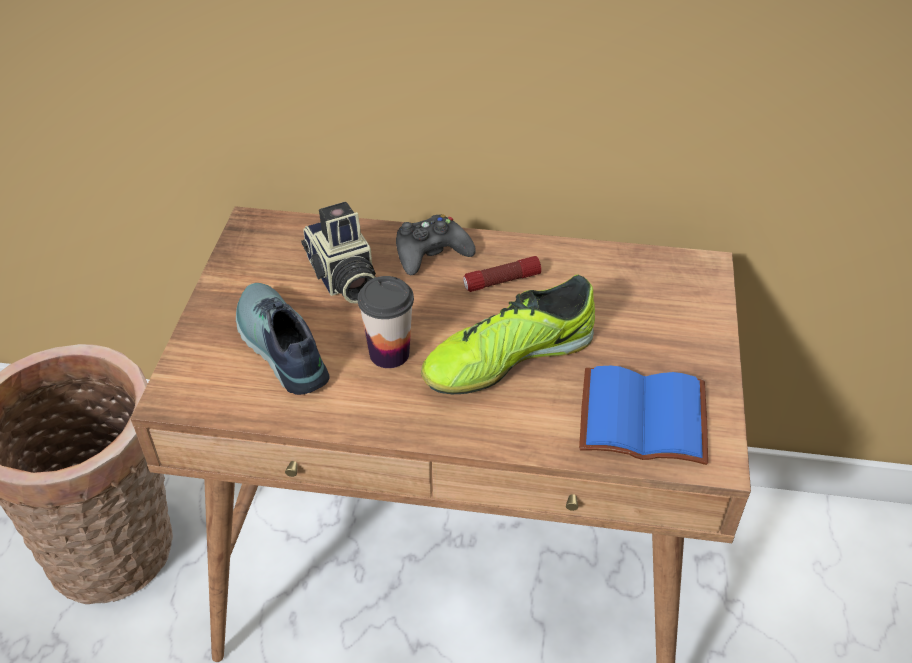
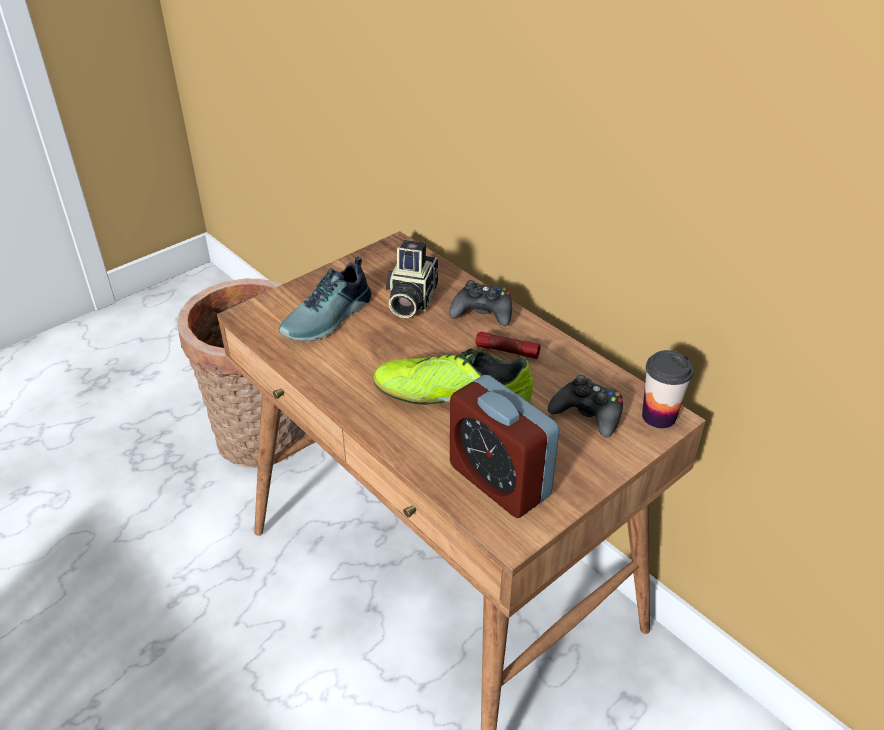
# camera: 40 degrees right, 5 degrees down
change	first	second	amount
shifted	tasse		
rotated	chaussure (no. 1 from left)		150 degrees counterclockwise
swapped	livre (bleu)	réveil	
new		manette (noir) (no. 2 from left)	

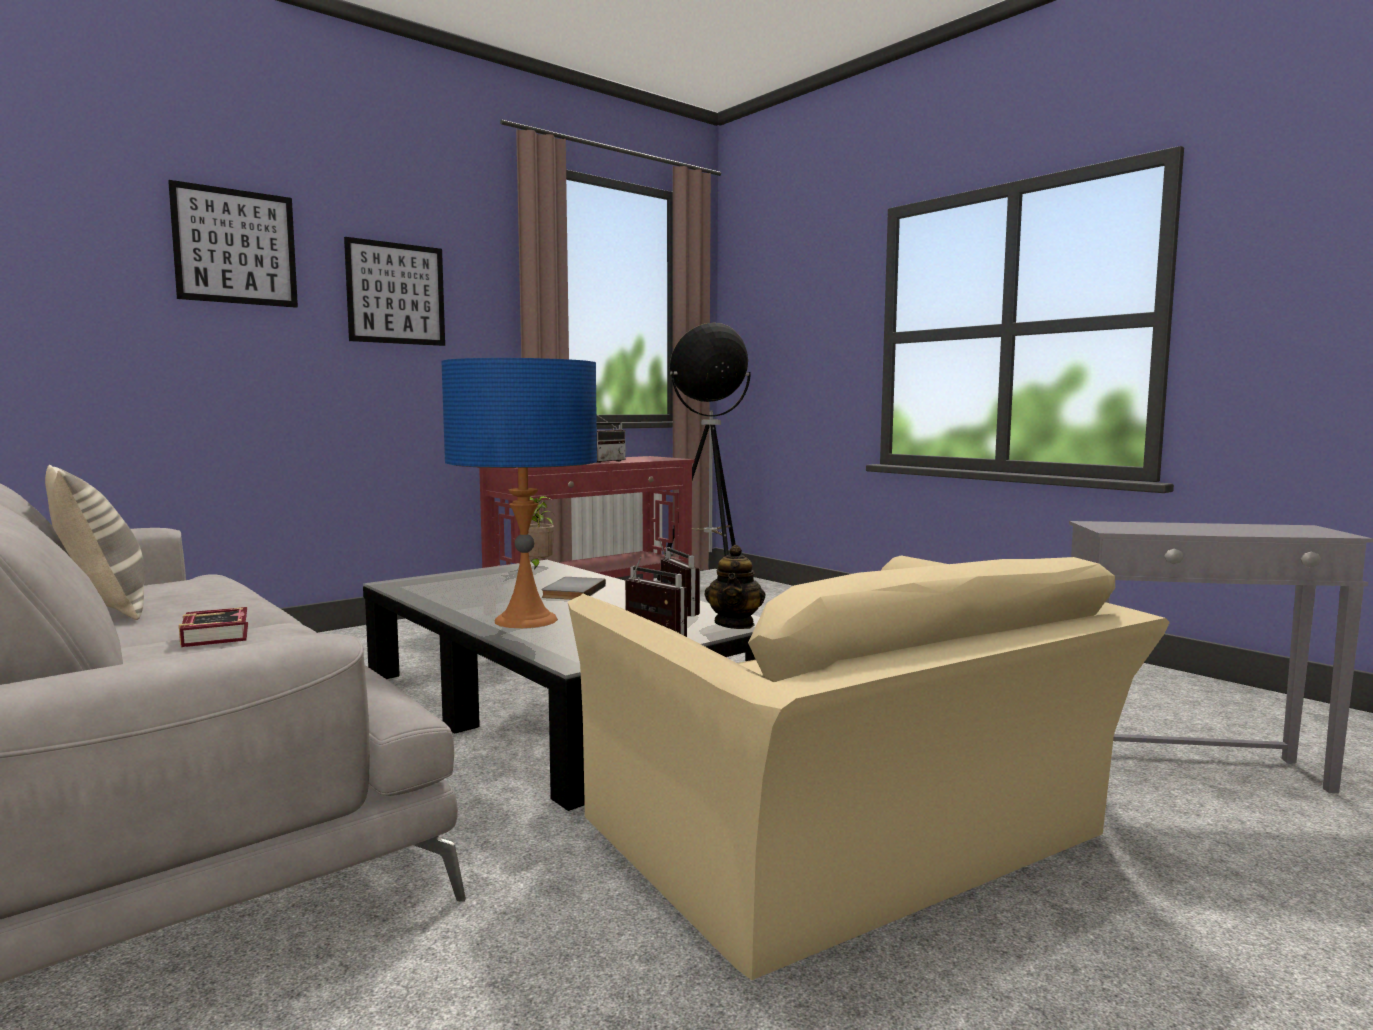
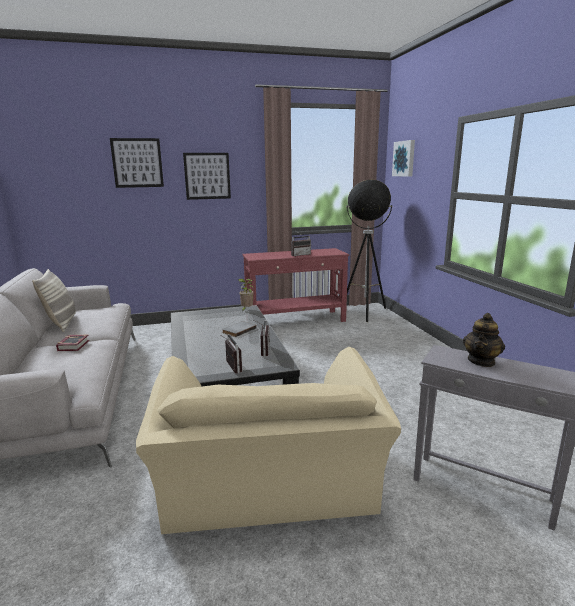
# camera: 25 degrees right, 10 degrees up
change	first	second	amount
gone	lampe de table (bleu)		
shifted	théière		
new		tableau (no. 3 from left)	

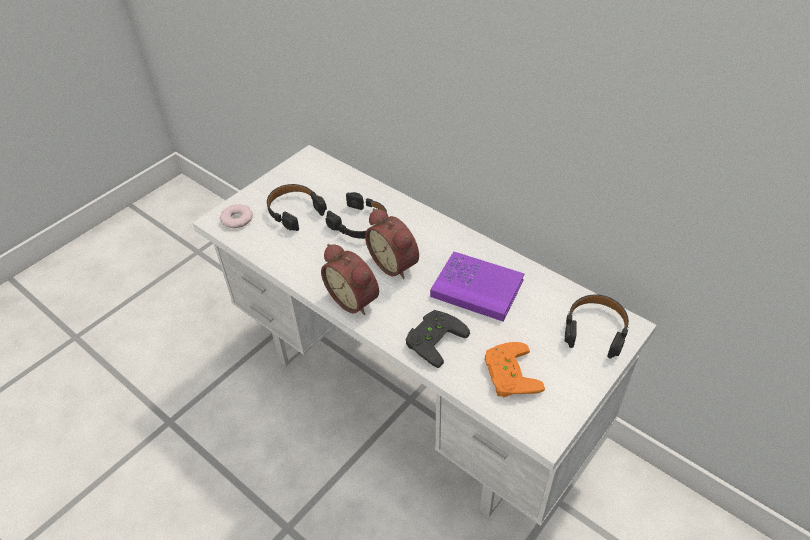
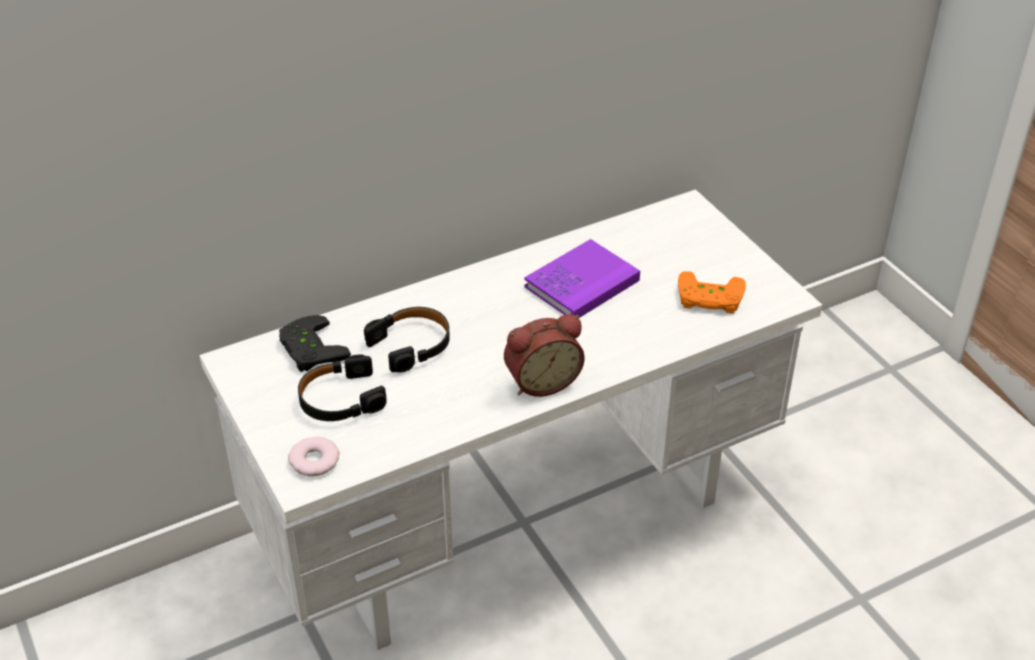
# camera: 70 degrees left, 5 degrees down
change	first	second	amount
gone	réveil (no. 2 from left)		
gone	casque audio (noir) (no. 3 from left)		
shifted	manette (noir)		

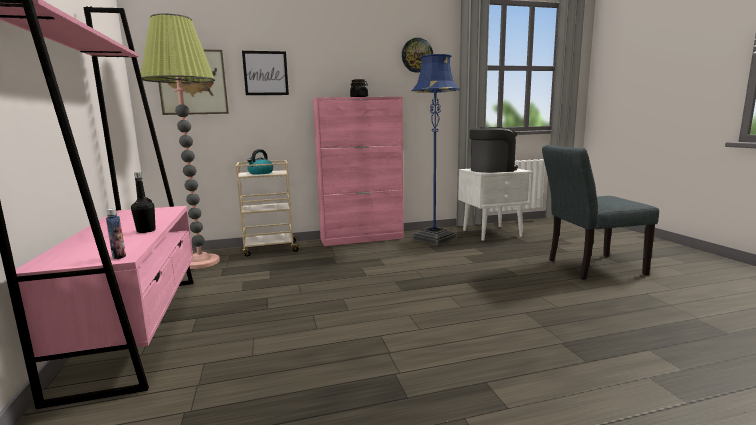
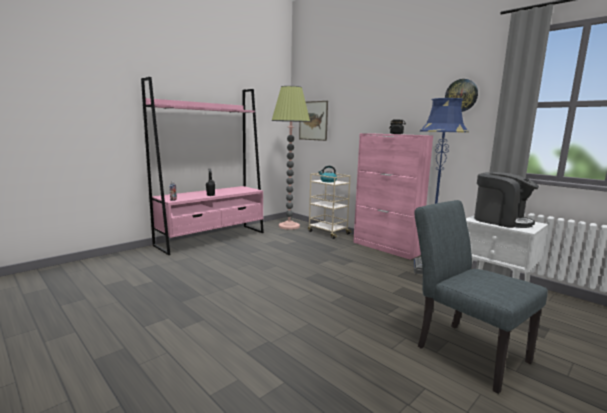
# camera: 60 degrees right, 0 degrees up
change	first	second	amount
gone	tableau (no. 2 from left)		

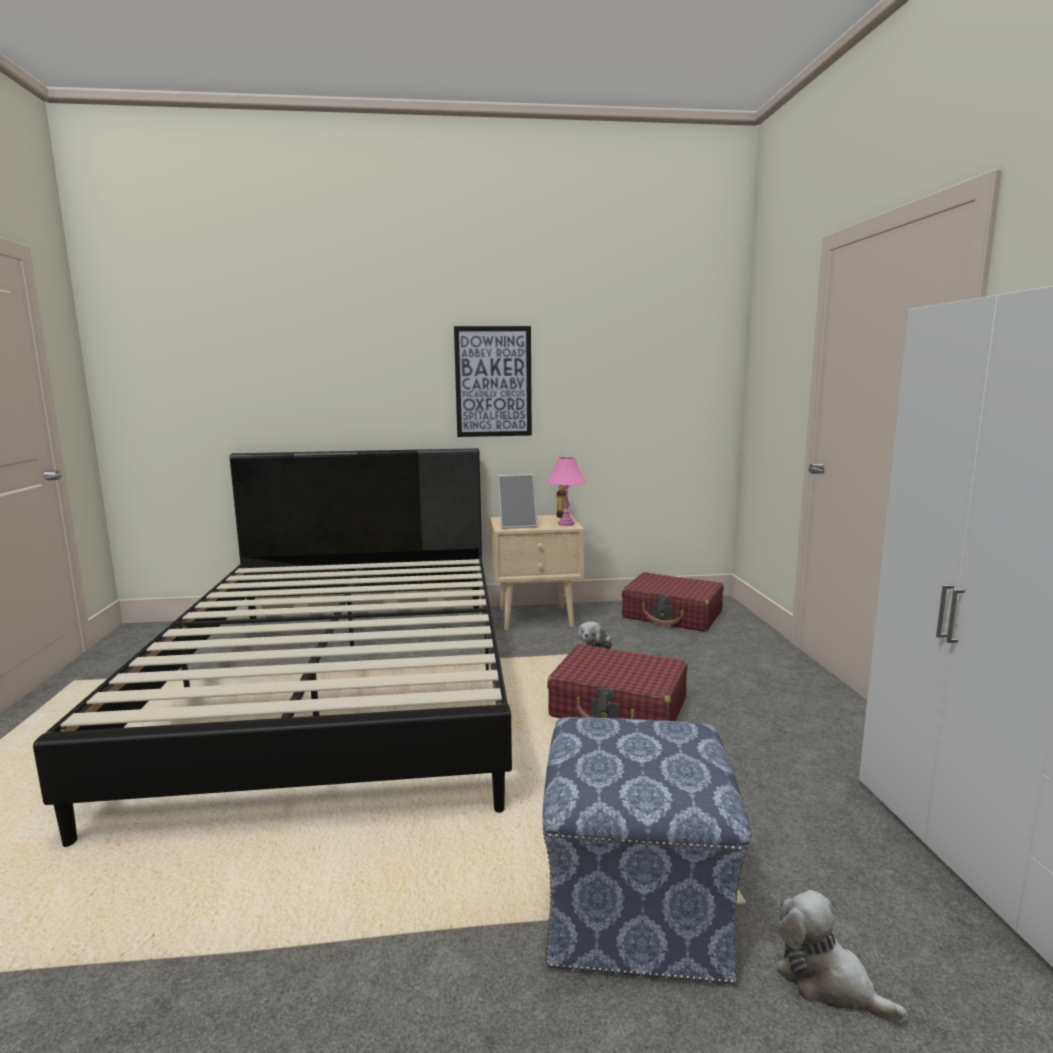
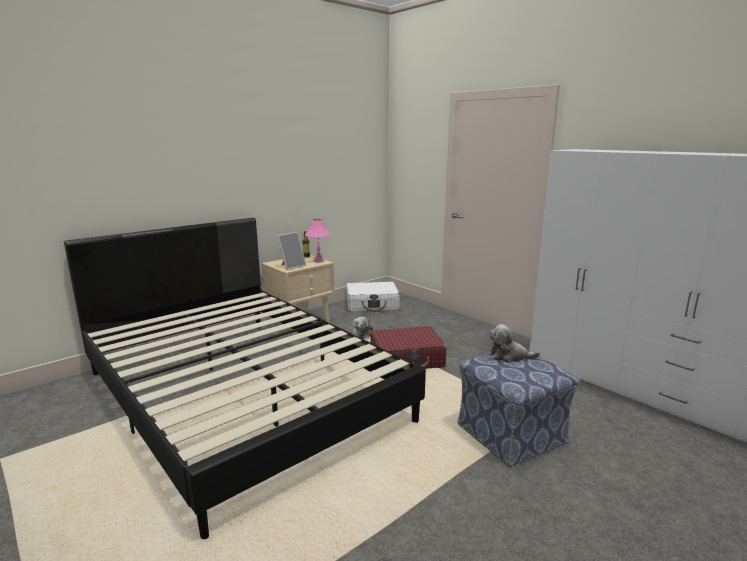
# camera: 35 degrees left, 5 degrees up
change	first	second	amount
gone	tableau		
repainted	valise (rouge) (no. 2 from left)	valise (blanc)	
shifted	peluche (no. 2 from left)		

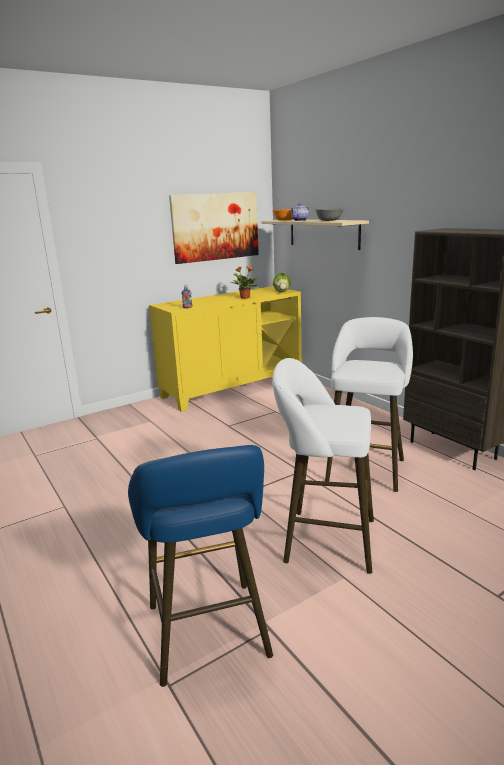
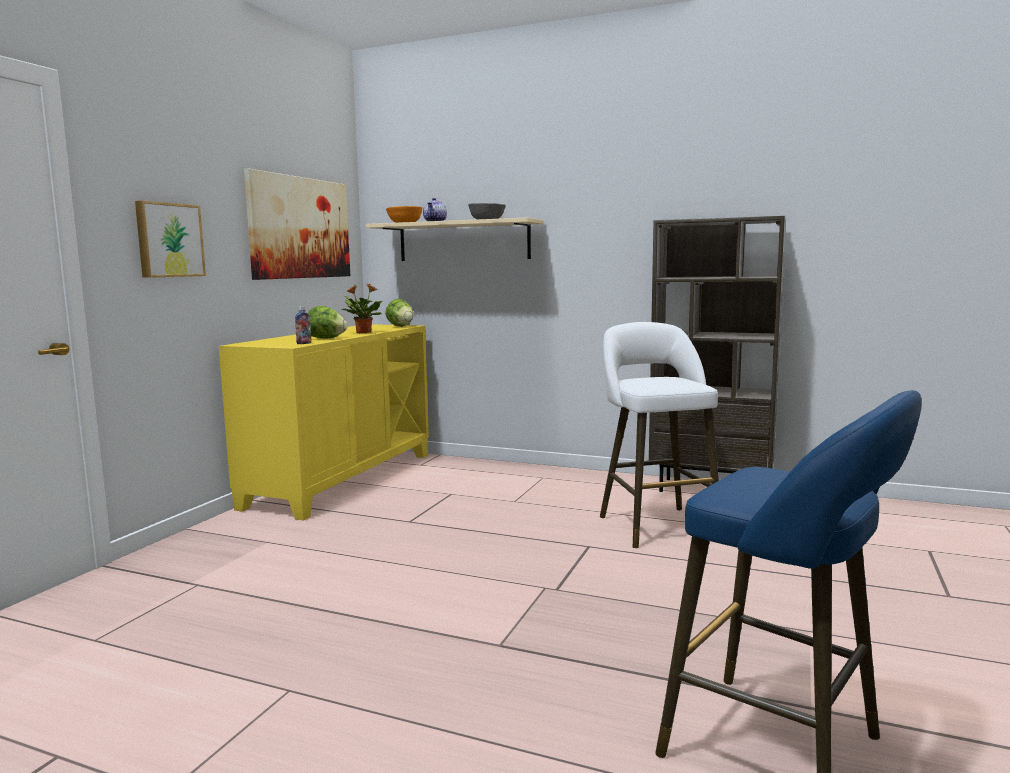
# camera: 35 degrees left, 10 degrees down
change	first	second	amount
gone	tabouret (blanc) (no. 1 from left)		
new		tableau (no. 1 from left)	
new		laitue (no. 1 from left)	

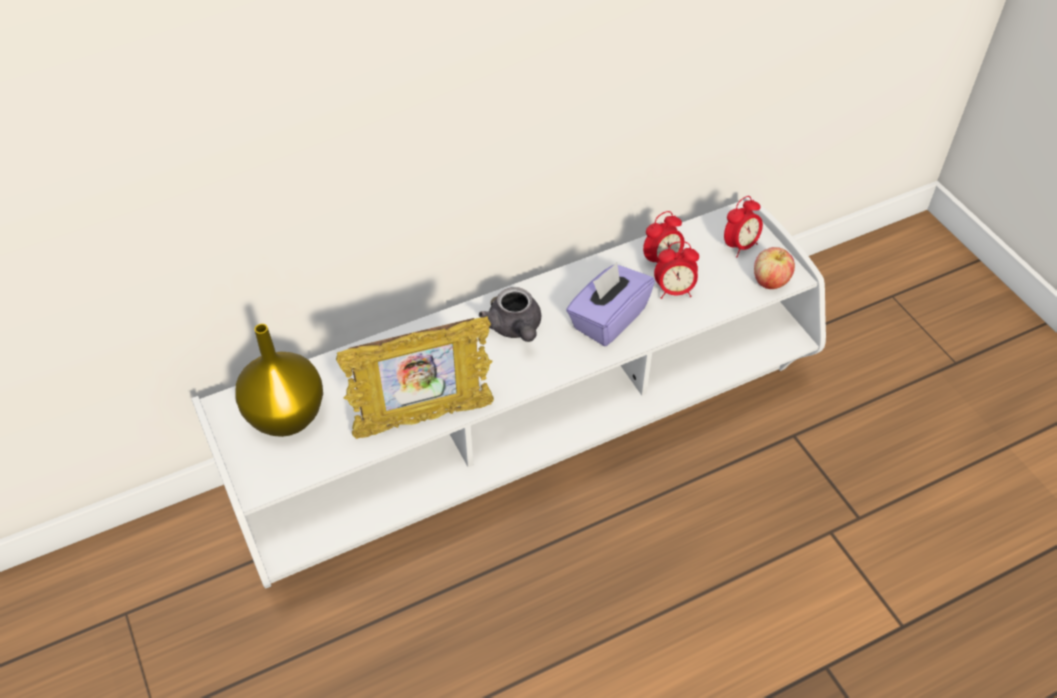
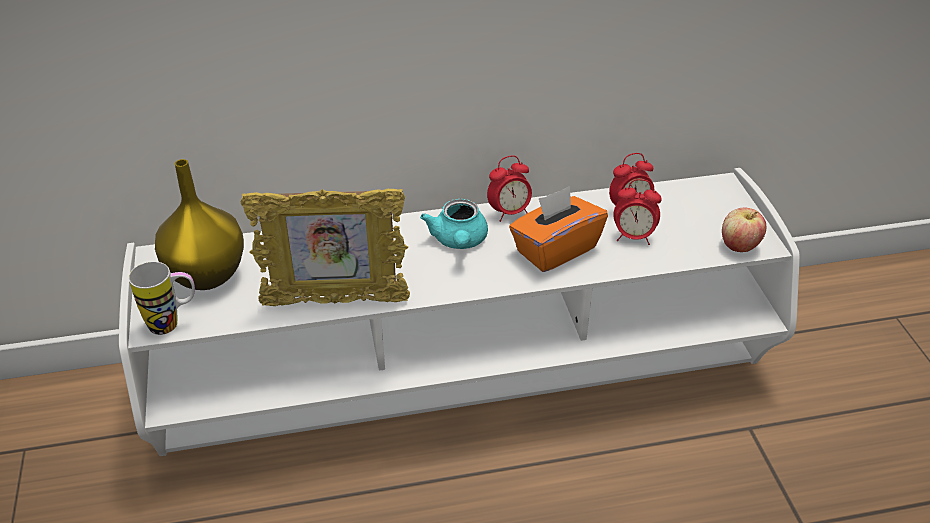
# camera: 15 degrees right, 10 degrees down
change	first	second	amount
shifted	réveil (no. 3 from left in the first image)	réveil (no. 1 from left)	
repainted	boîte à mouchoirs (violet)	boîte à mouchoirs (orange)	
repainted	théière (gris)	théière (turquoise)	
new		mug	

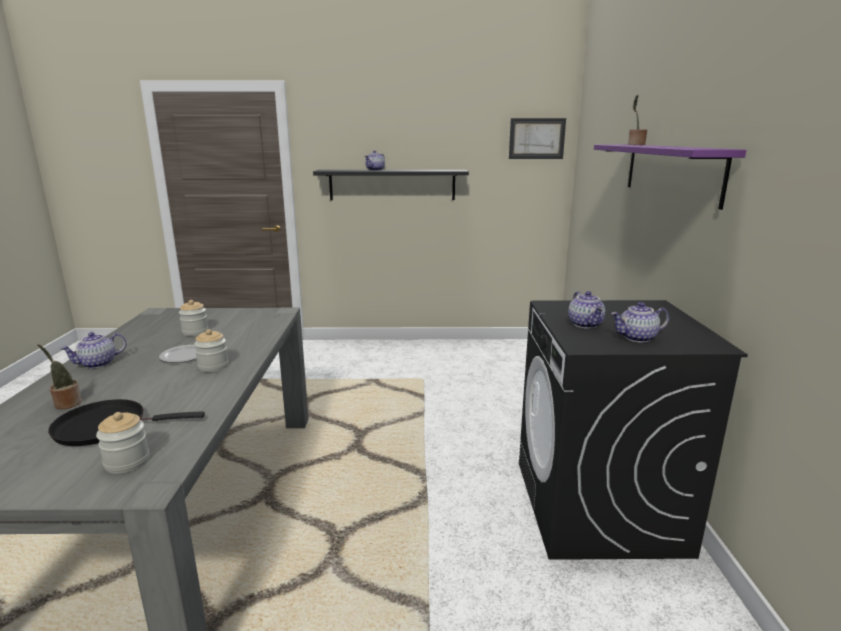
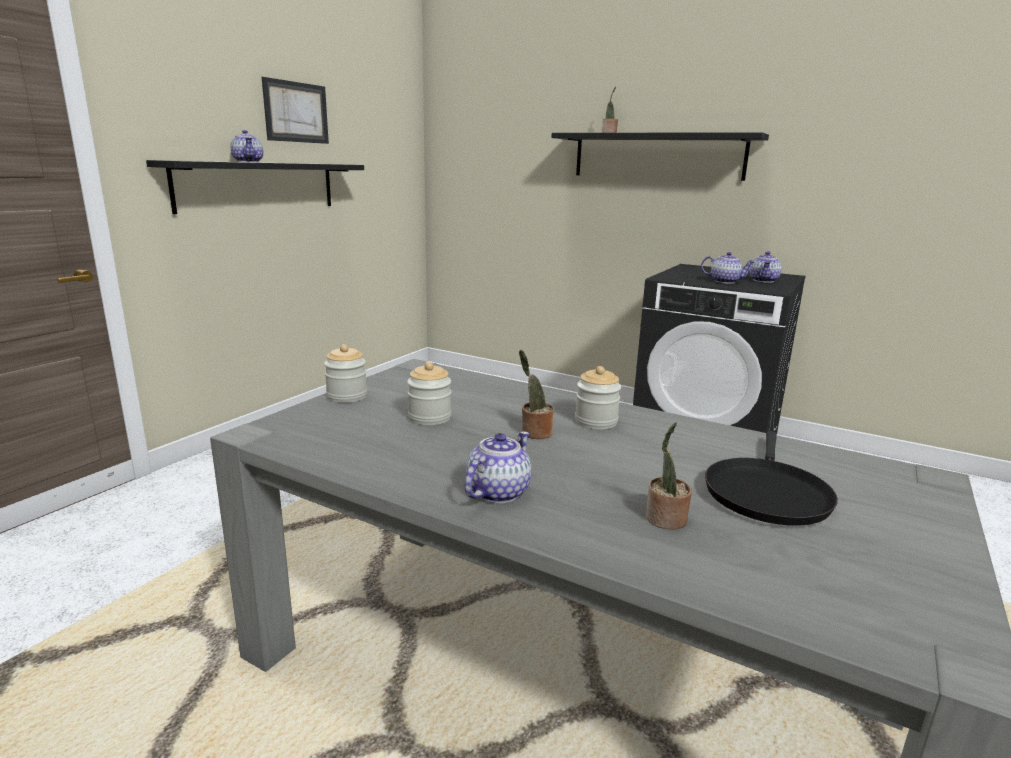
# camera: 60 degrees left, 0 degrees up
change	first	second	amount
shifted	tableau		
repainted	étagère (violet)	étagère (noir) (no. 2 from left)	
rotated	théière (no. 1 from left in the first image)	théière (no. 2 from left)	135 degrees counterclockwise
swapped	assiette	plante en pot (no. 1 from left)	
shifted	bocal (no. 1 from left)		

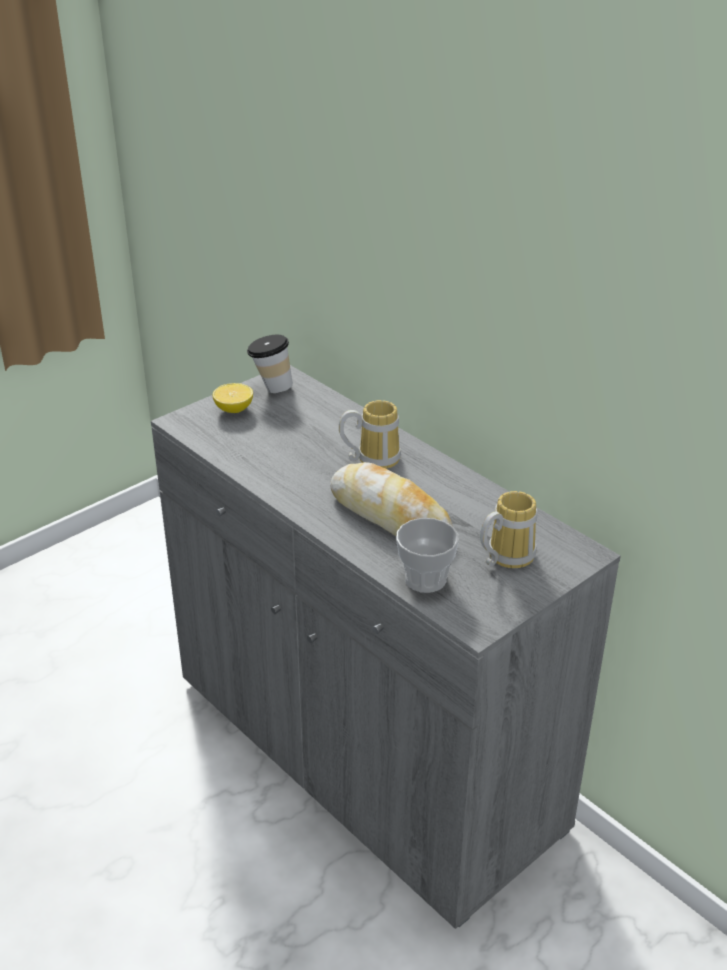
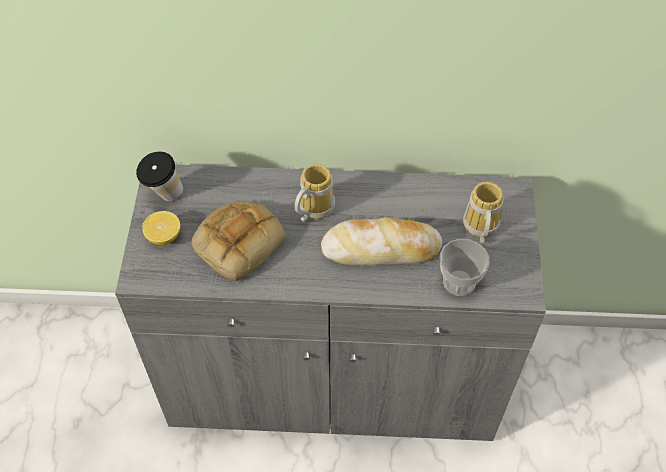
# camera: 45 degrees left, 20 degrees up
change	first	second	amount
new		pain (no. 1 from left)	

